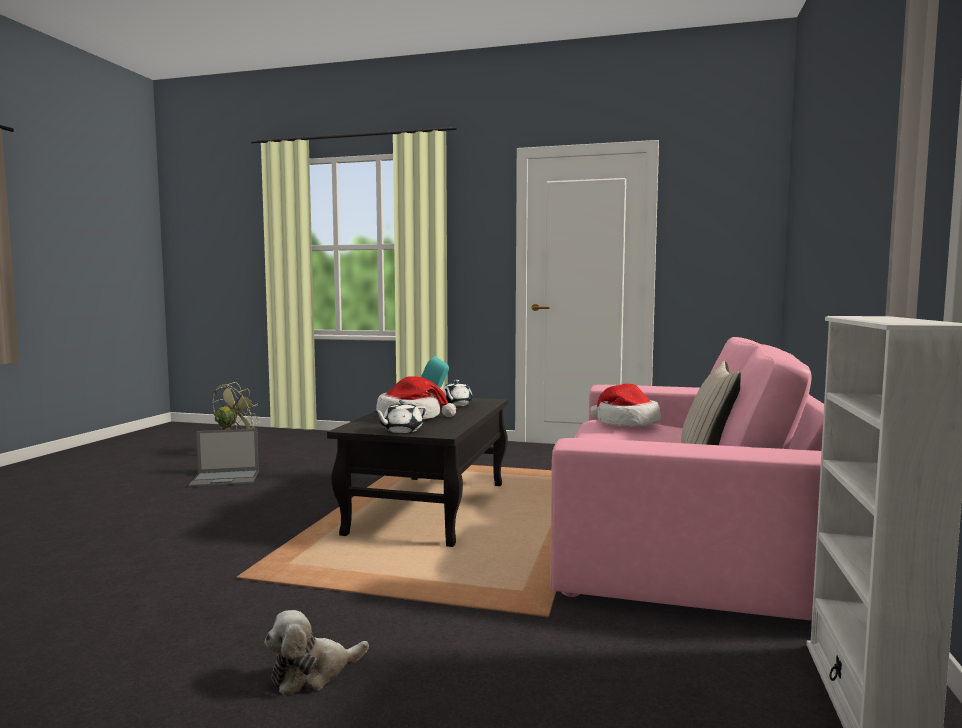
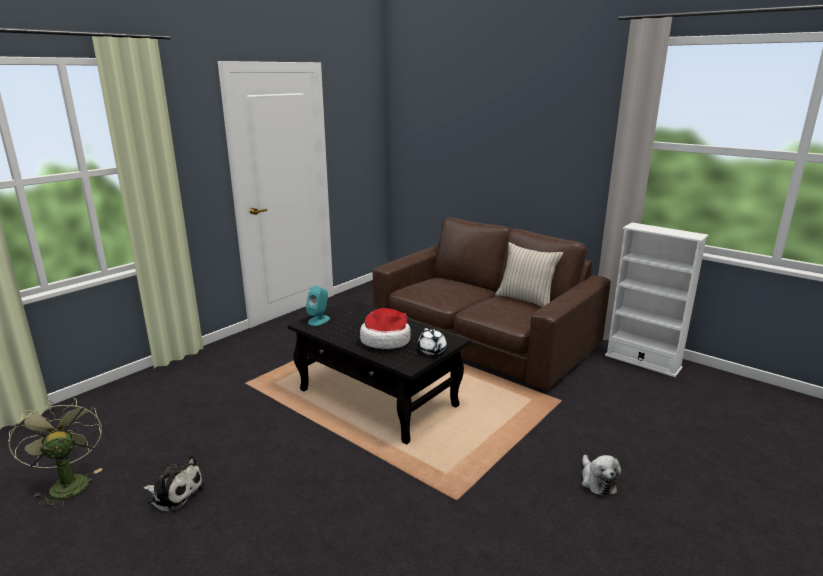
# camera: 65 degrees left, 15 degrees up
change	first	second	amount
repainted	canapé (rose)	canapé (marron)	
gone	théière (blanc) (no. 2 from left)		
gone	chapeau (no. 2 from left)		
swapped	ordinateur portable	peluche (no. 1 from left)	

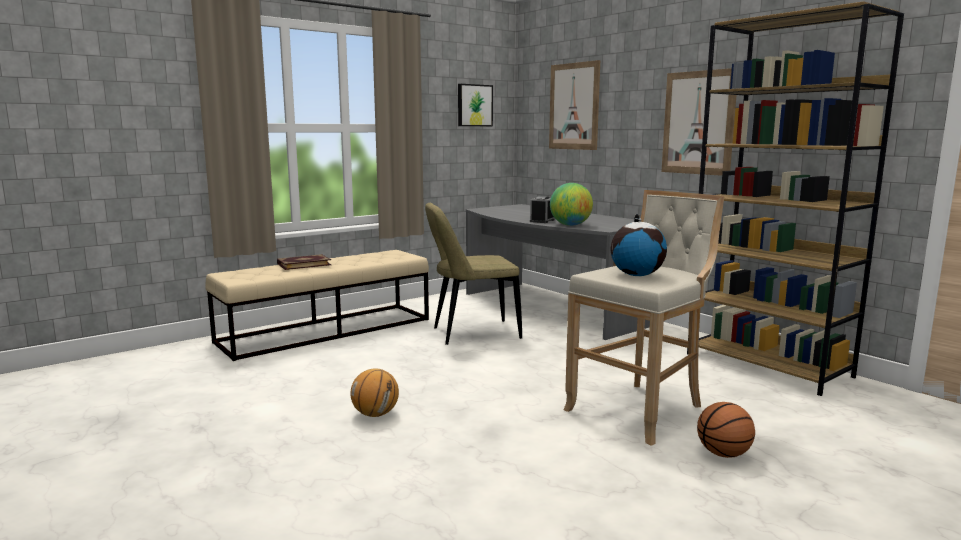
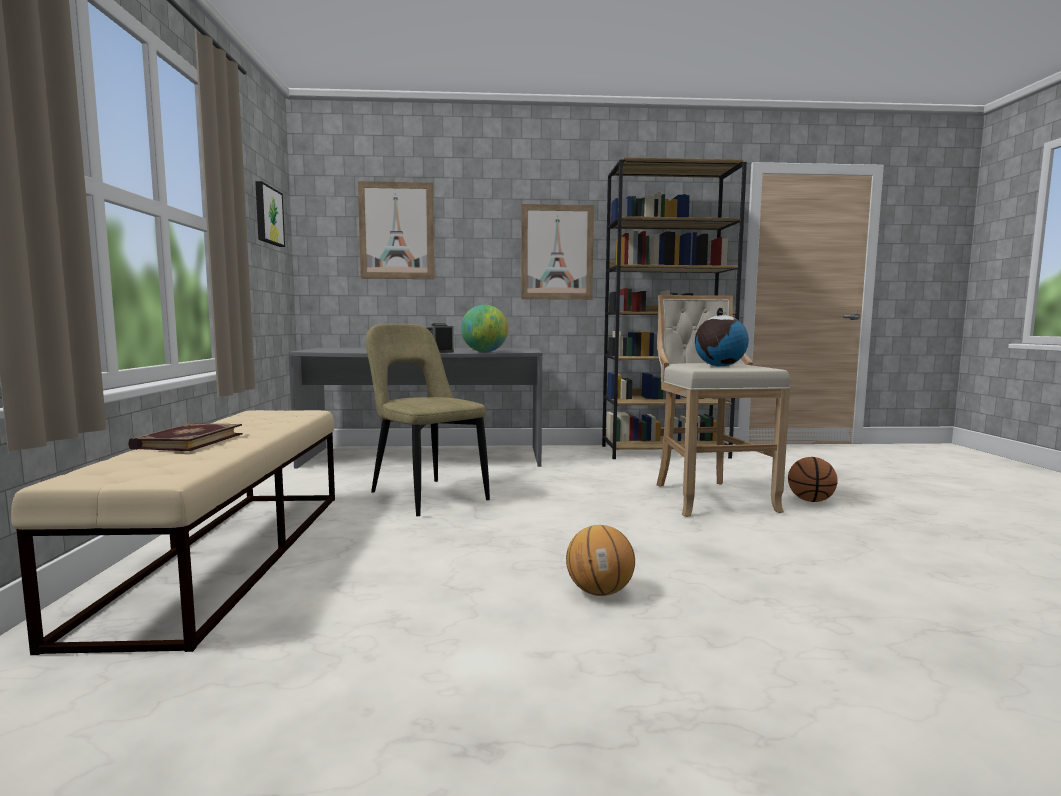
# camera: 55 degrees left, 5 degrees down
change	first	second	amount
rotated	chaise (beige)		120 degrees clockwise

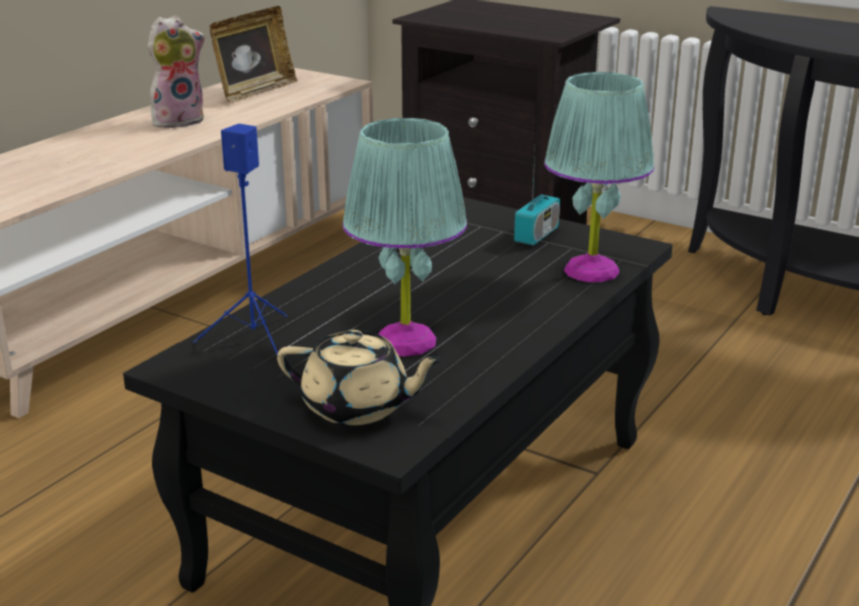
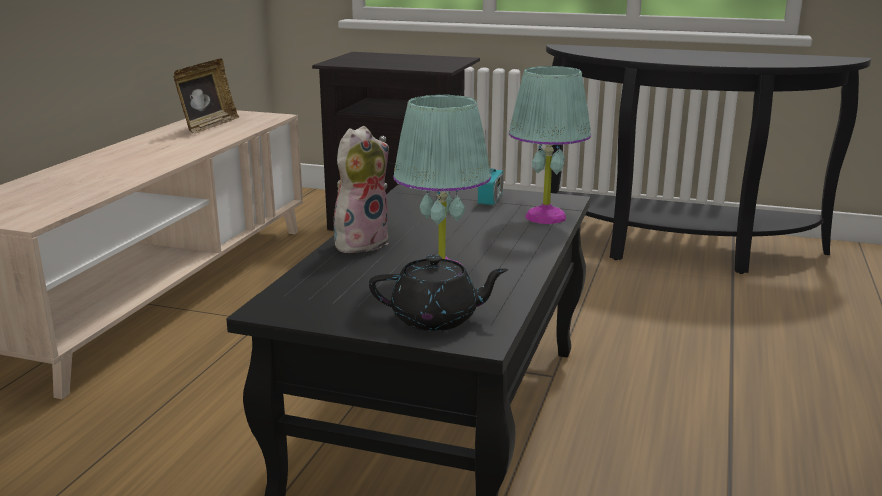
# camera: 15 degrees left, 5 degrees down
change	first	second	amount
shifted	peluche		
gone	enceinte (bleu)		
repainted	théière (beige)	théière (noir)	

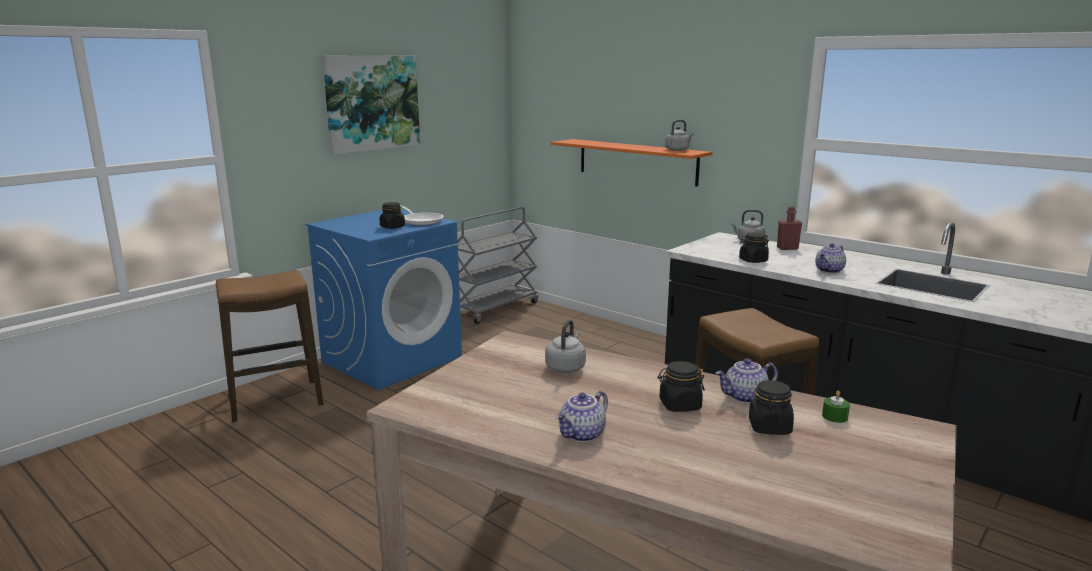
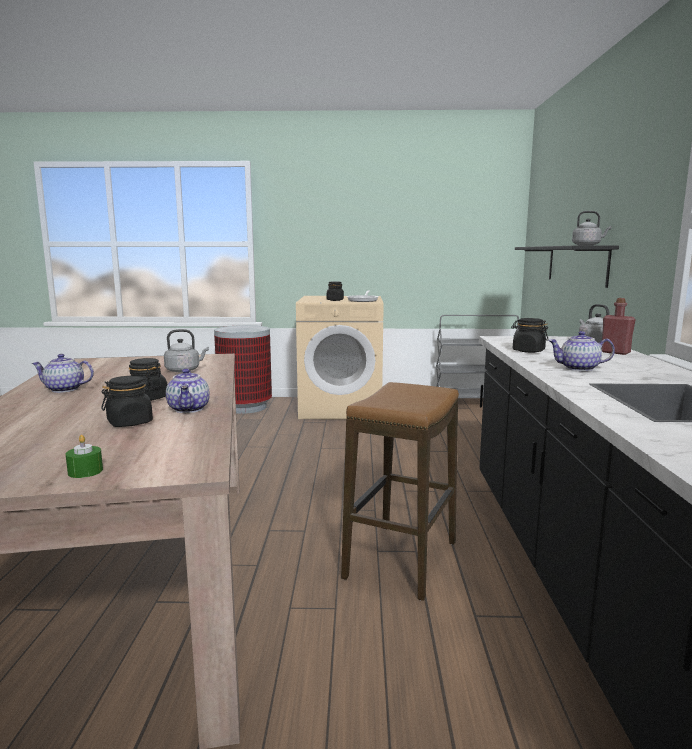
# camera: 50 degrees right, 5 degrees down
change	first	second	amount
gone	tableau		
repainted	étagère (orange)	étagère (noir)	
repainted	lave-linge (bleu)	lave-linge (beige)	
swapped	tabouret (no. 1 from left)	poubelle	
rotated	théière (no. 2 from left)		135 degrees counterclockwise
shifted	bougie (vert)		

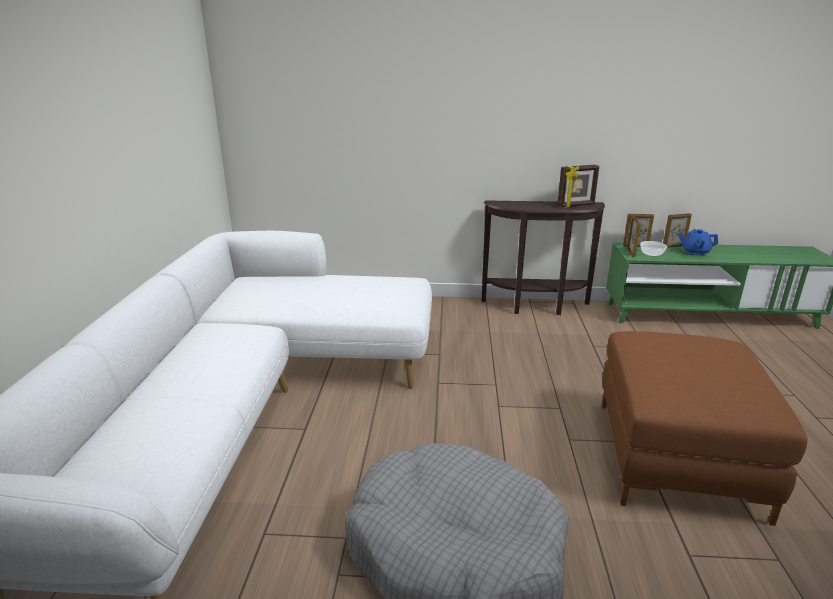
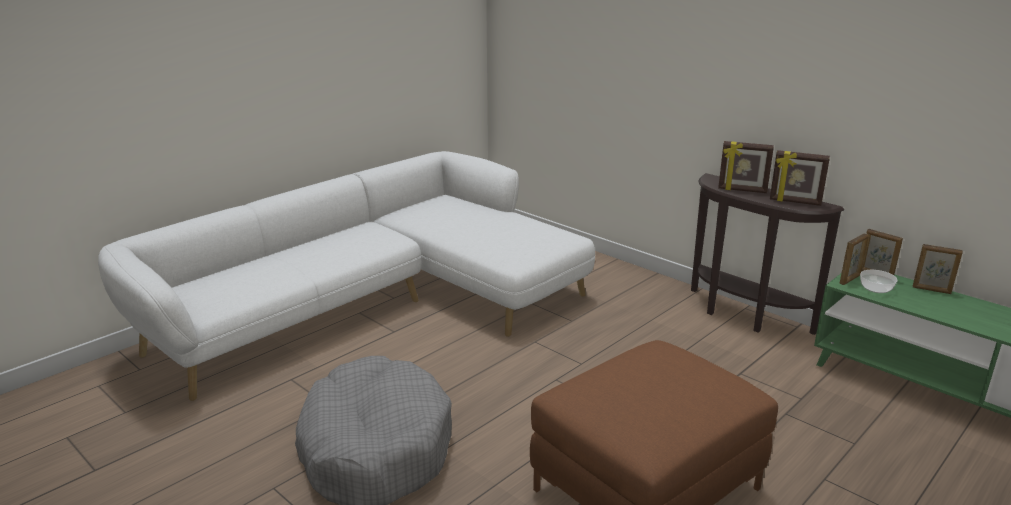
# camera: 40 degrees right, 0 degrees up
change	first	second	amount
gone	théière (bleu)		
new		cadre photo (no. 1 from left)	

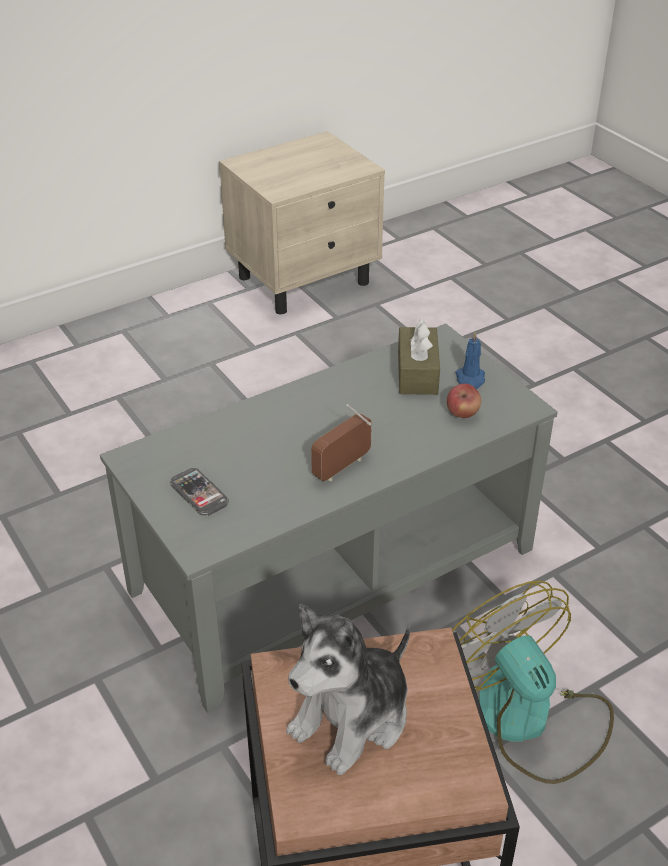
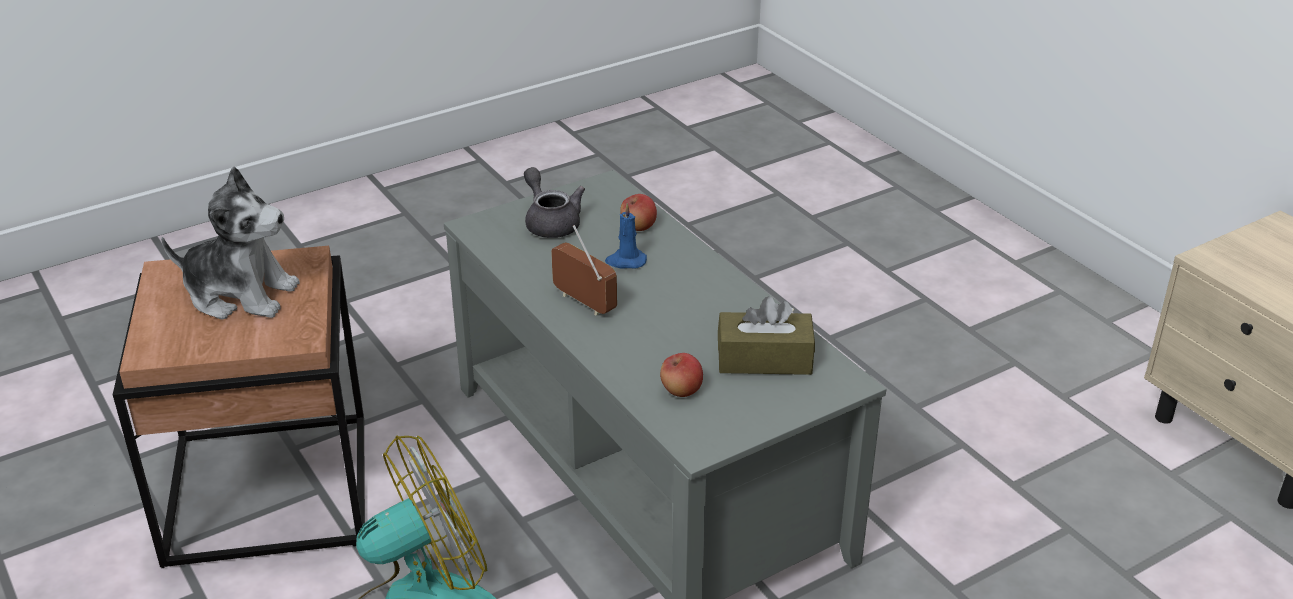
# camera: 90 degrees right, 5 degrees down
change	first	second	amount
shifted	bougie (bleu)		
swapped	téléphone	théière (gris)	
rotated	peluche		150 degrees clockwise
new		pomme (no. 1 from left)	

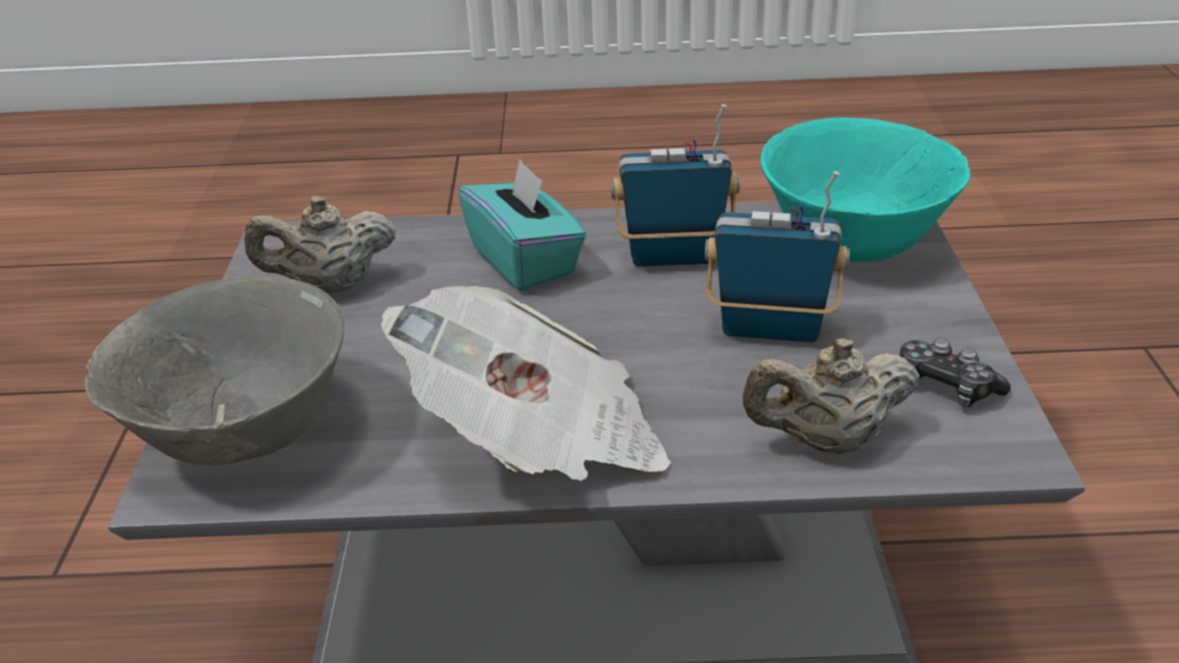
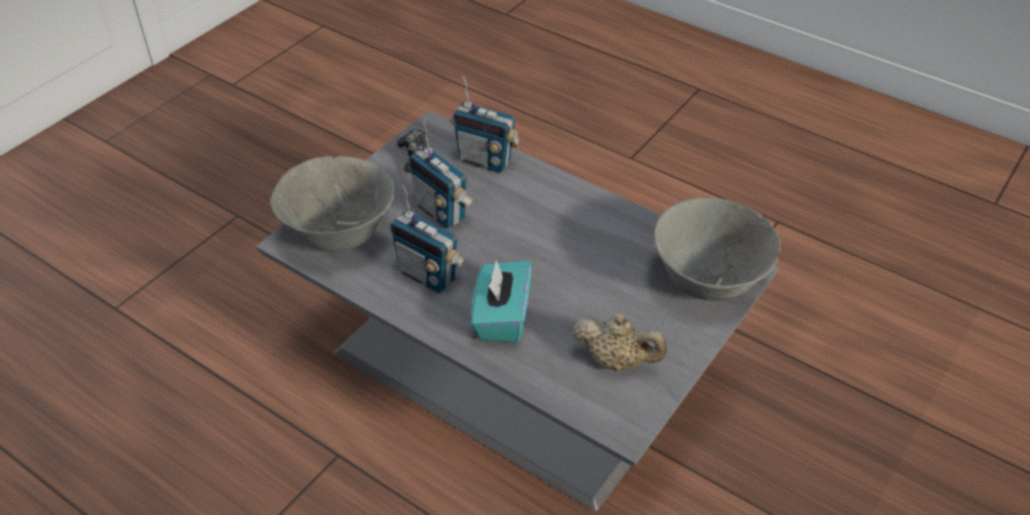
# camera: 145 degrees left, 10 degrees up
change	first	second	amount
repainted	bol (turquoise)	bol (gris) (no. 1 from left)	
gone	journal		
swapped	théière (beige) (no. 2 from left)	radio (no. 3 from left)	

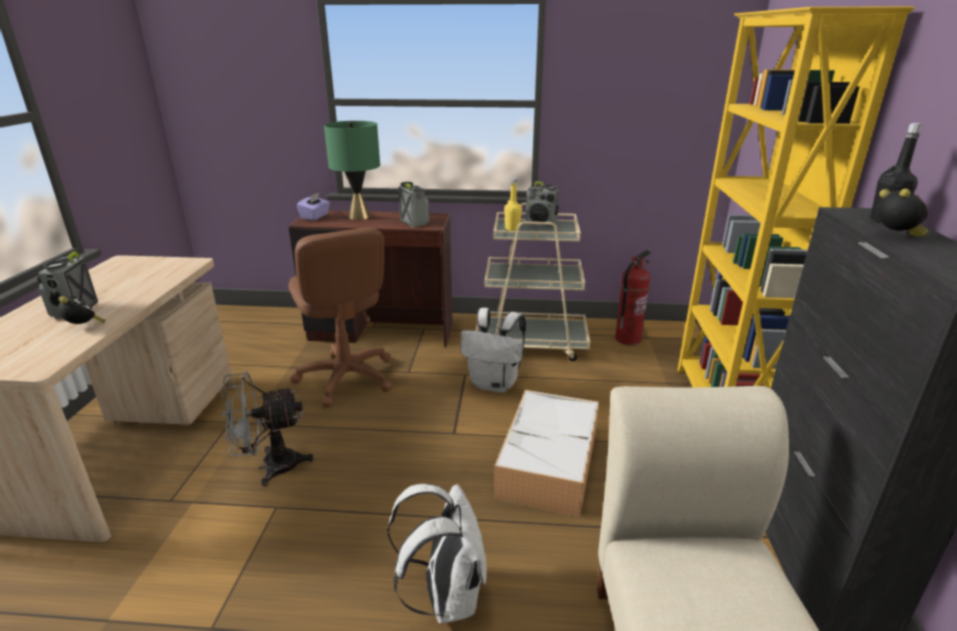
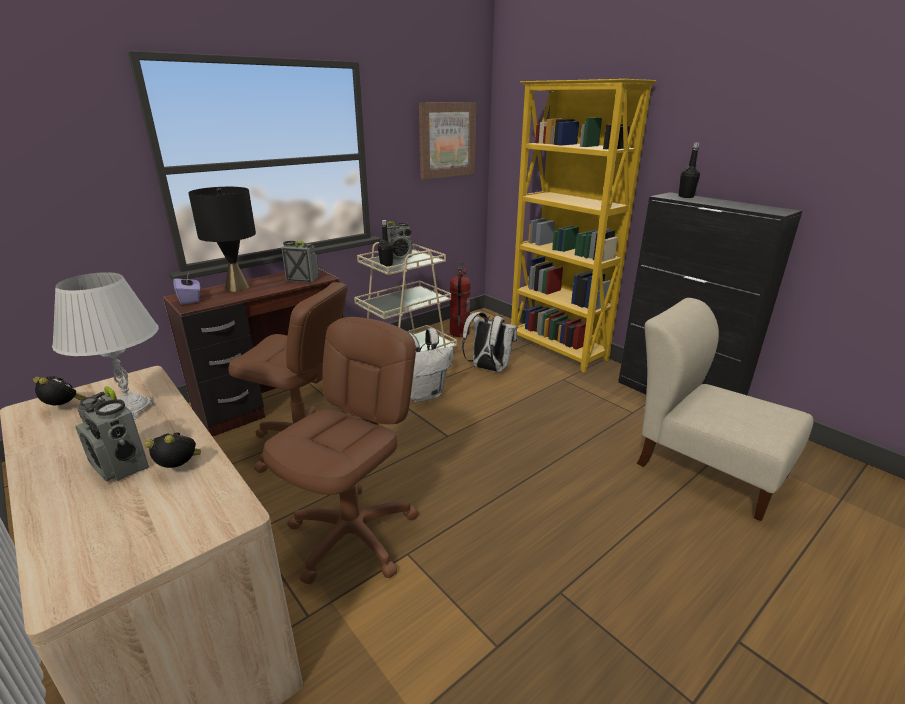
# camera: 45 degrees left, 0 degrees up
change	first	second	amount
repainted	lampe de table (vert)	lampe de table (noir)	
repainted	bouteille (jaune)	bouteille (noir) (no. 1 from left)	
shifted	réveil (no. 2 from left in the first image)	réveil (no. 1 from left)	
swapped	ventilateur (gris)	chaise de bureau (marron) (no. 2 from left)	
gone	boîte de rangement		
shifted	sac à dos (blanc) (no. 1 from left in the first image)	sac à dos (blanc) (no. 2 from left)	
new		tableau	
new		lampe de table (blanc)	

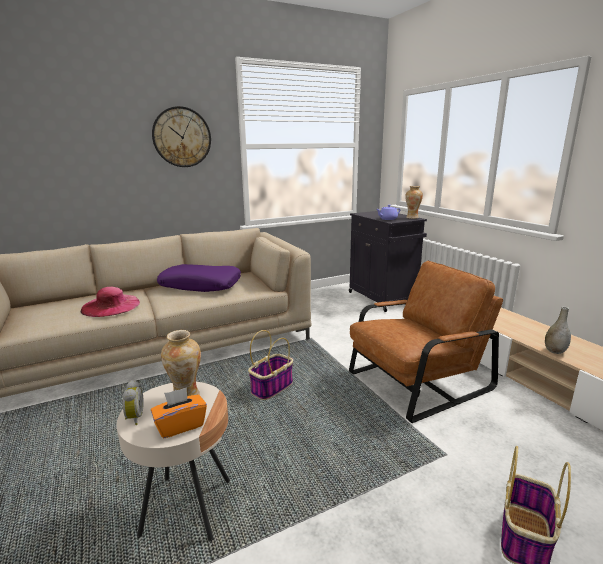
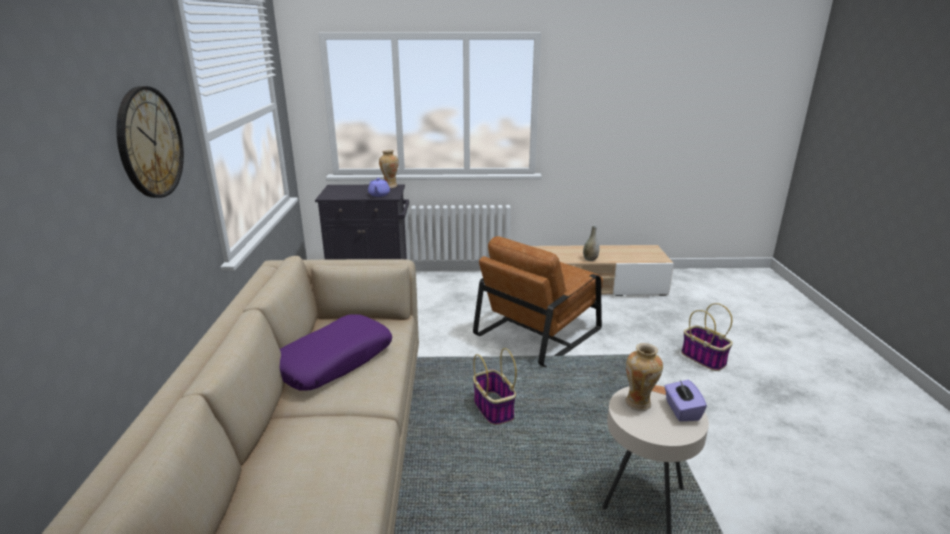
# camera: 65 degrees left, 5 degrees up
change	first	second	amount
rotated	fauteuil (marron)		135 degrees counterclockwise
gone	chapeau (rose)		
gone	réveil		
repainted	boîte à mouchoirs (orange)	boîte à mouchoirs (violet)	

